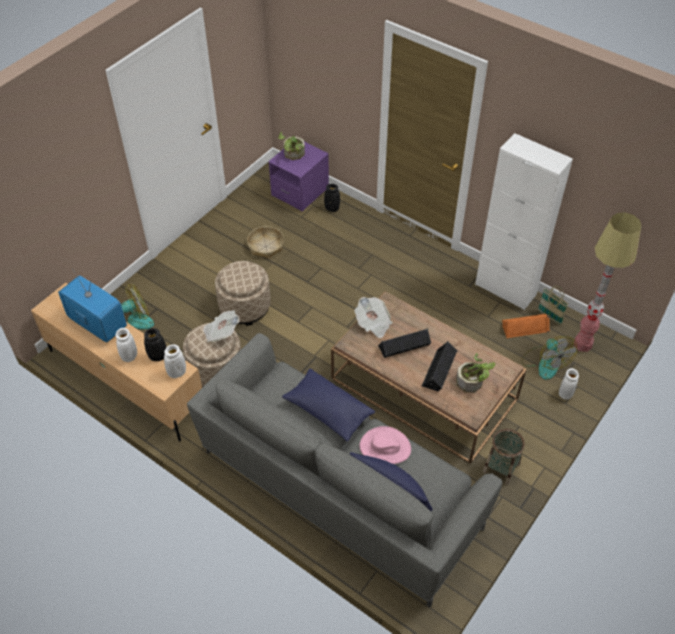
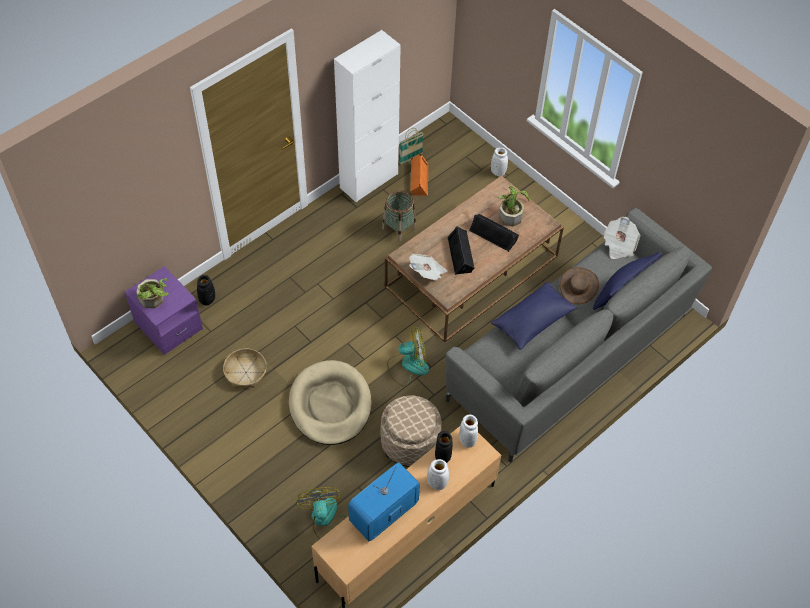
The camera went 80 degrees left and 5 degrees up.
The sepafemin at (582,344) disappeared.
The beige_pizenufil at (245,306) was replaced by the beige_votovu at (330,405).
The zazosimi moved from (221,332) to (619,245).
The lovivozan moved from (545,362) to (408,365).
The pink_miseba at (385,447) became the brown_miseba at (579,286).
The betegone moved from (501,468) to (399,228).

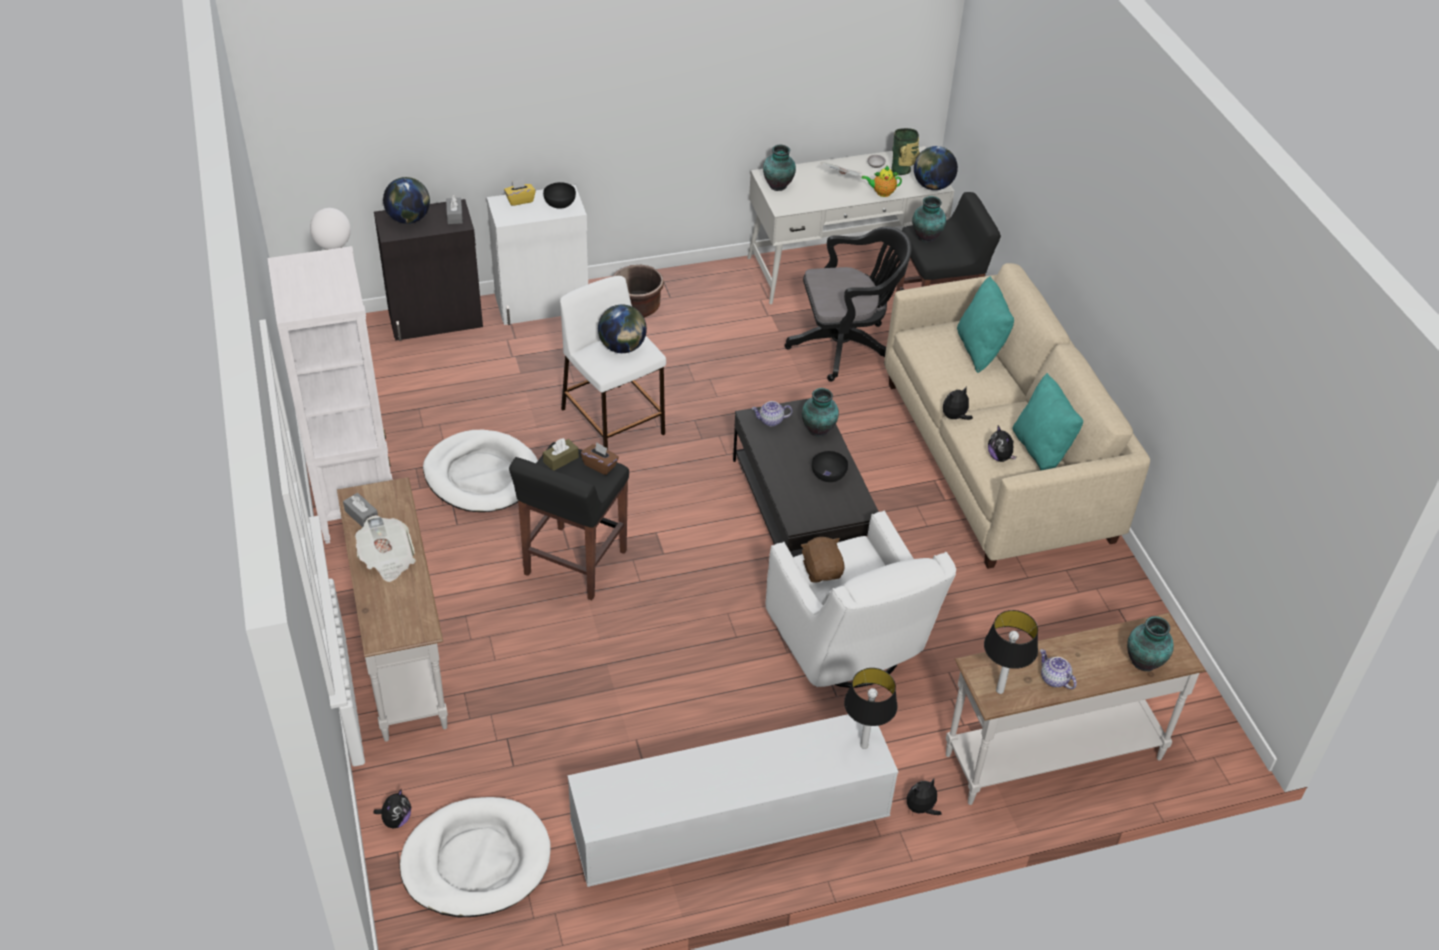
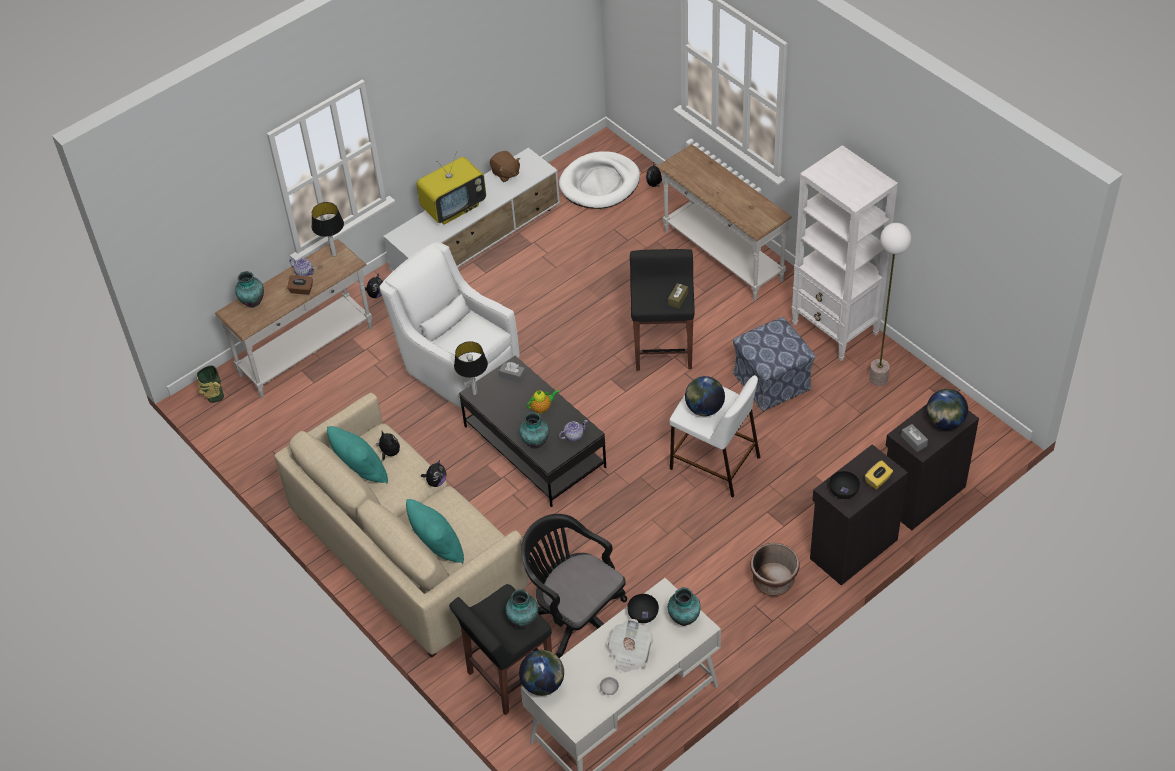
The camera went 160 degrees right and 5 degrees up.
The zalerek moved from (902,170) to (214,397).
The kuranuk moved from (881,193) to (542,408).
The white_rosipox at (543,304) became the black_rosipox at (852,548).
The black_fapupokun at (846,346) turned 75 degrees clockwise.
The white_votovu at (482,475) was replaced by the pizenufil at (772,382).
The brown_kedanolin moved from (600,465) to (301,290).
The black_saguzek moved from (828,475) to (643,614).
The grey_kedanolin moved from (361,515) to (512,375).
The zazosimi at (387,559) disappeared.
The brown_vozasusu moved from (822,570) to (505,173).
The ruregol moved from (863,745) to (475,393).
The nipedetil at (454,207) appeared.

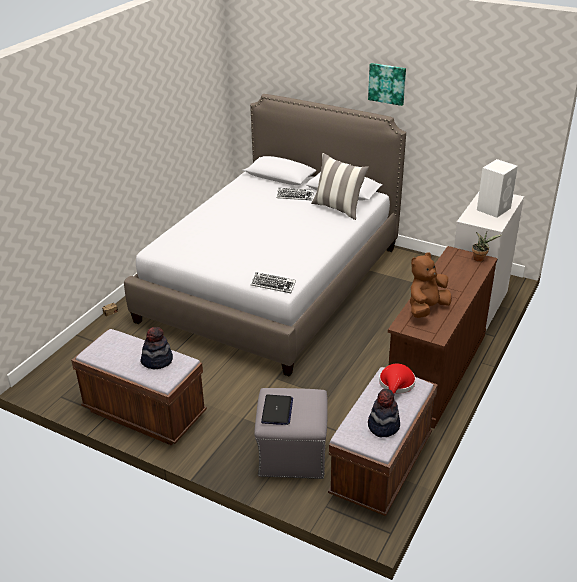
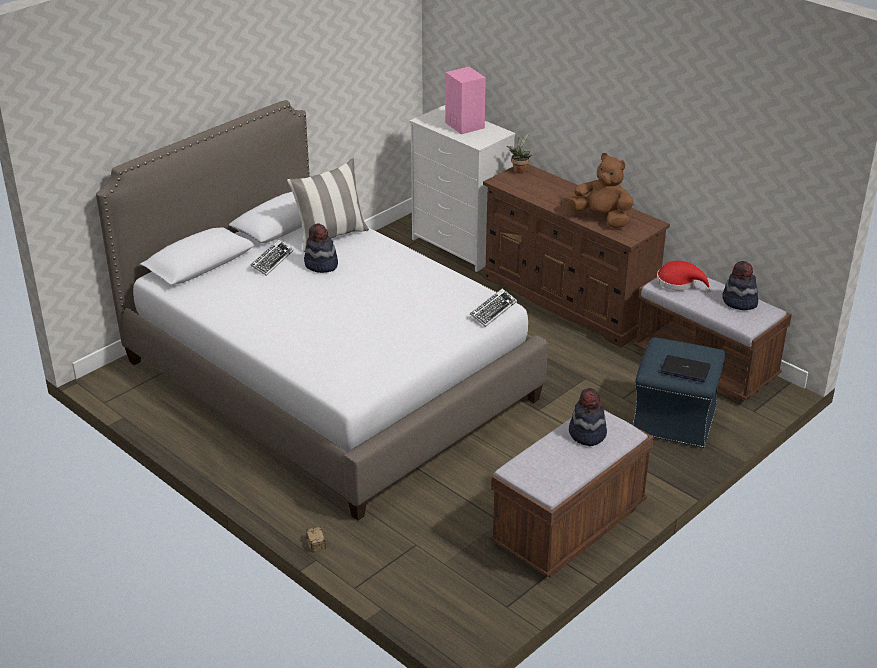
The camera went 75 degrees left and 0 degrees up.
The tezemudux at (387,83) disappeared.
The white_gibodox at (494,208) became the pink_gibodox at (464,125).
The brown_vozasusu at (426,308) turned 150 degrees clockwise.
The grey_pizenufil at (291,454) became the blue_pizenufil at (674,420).
The miseba at (321,265) appeared.

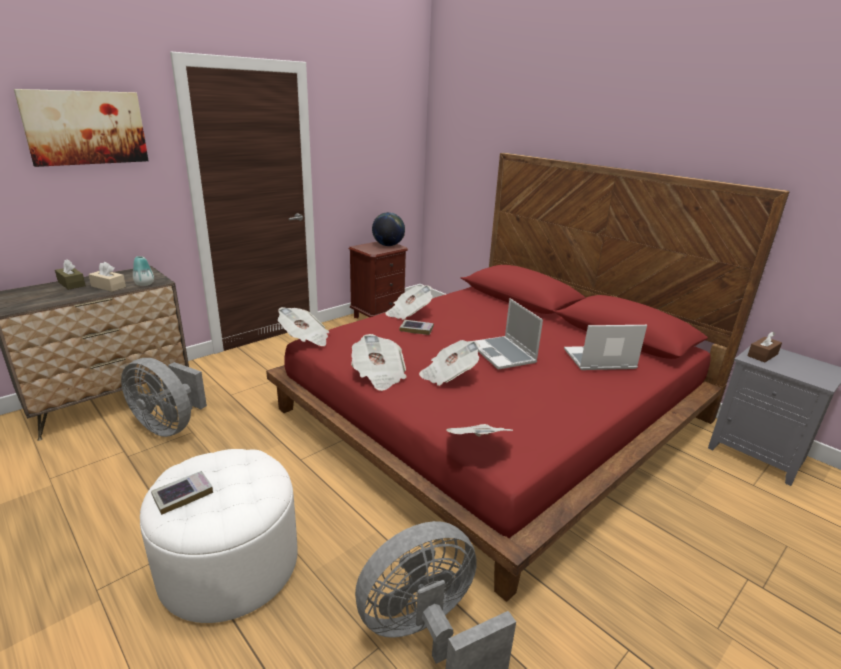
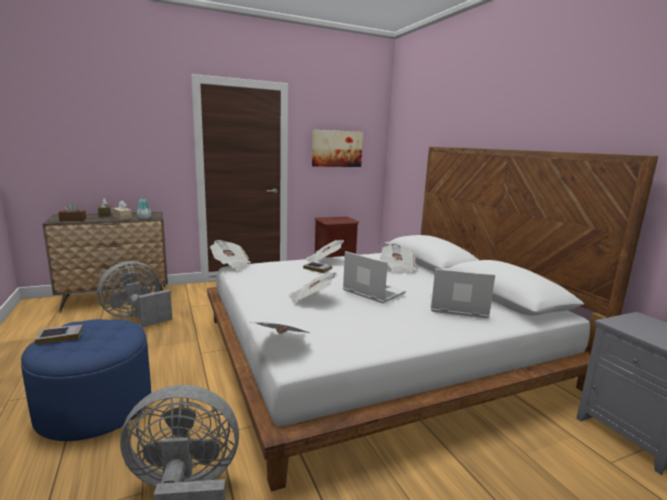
The camera went 20 degrees right and 10 degrees down.
The tezemudux moved from (86,127) to (337,148).
The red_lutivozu at (494,414) became the white_lutivozu at (376,351).
The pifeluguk at (388,245) disappeared.
The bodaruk at (503,354) turned 135 degrees clockwise.
The brown_kedanolin moved from (762,355) to (73,220).
The zazosimi moved from (378,375) to (397,268).
The grey_lovivozan at (169,426) turned 90 degrees clockwise.
The white_pizenufil at (229,565) became the blue_pizenufil at (95,407).

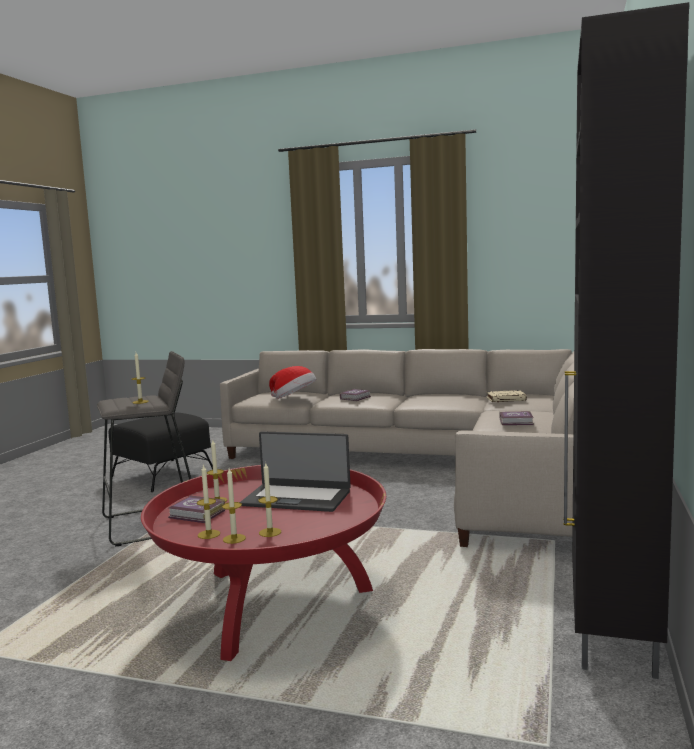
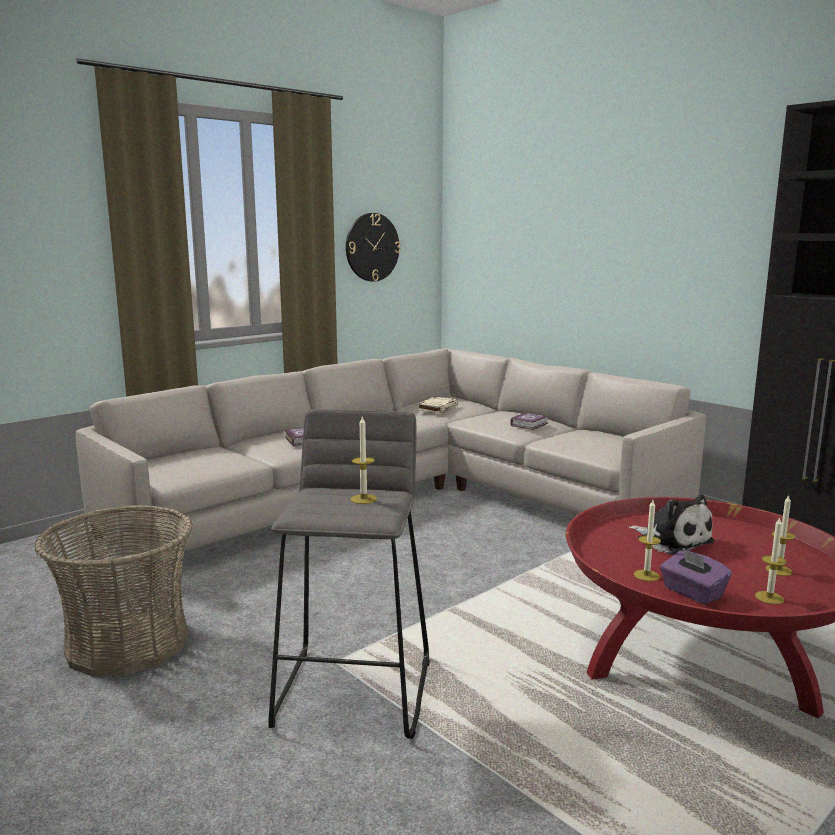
The camera went 60 degrees left and 5 degrees up.
The miseba at (294,399) disappeared.
The black_pizenufil at (163,474) was replaced by the betegone at (127,643).
The bodaruk at (297,498) was replaced by the vozasusu at (671,540).
The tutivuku at (234,539) disappeared.
The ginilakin at (197,514) was replaced by the purple_kedanolin at (692,593).
The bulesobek at (372,247) appeared.

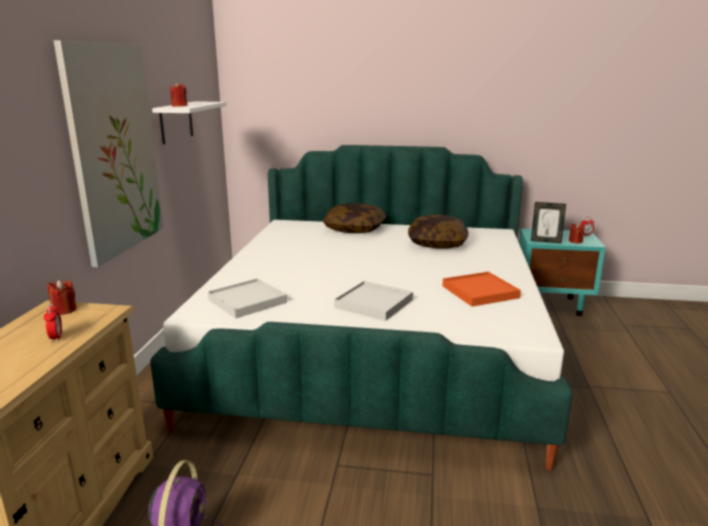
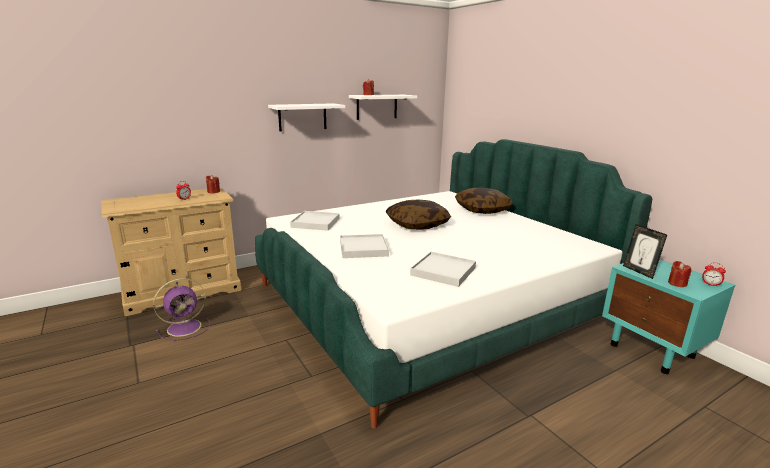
The camera went 50 degrees right and 0 degrees up.
The tezemudux at (114,150) was replaced by the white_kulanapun at (302,117).
The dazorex moved from (437,243) to (417,224).
The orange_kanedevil at (480,292) became the white_kanedevil at (443,271).

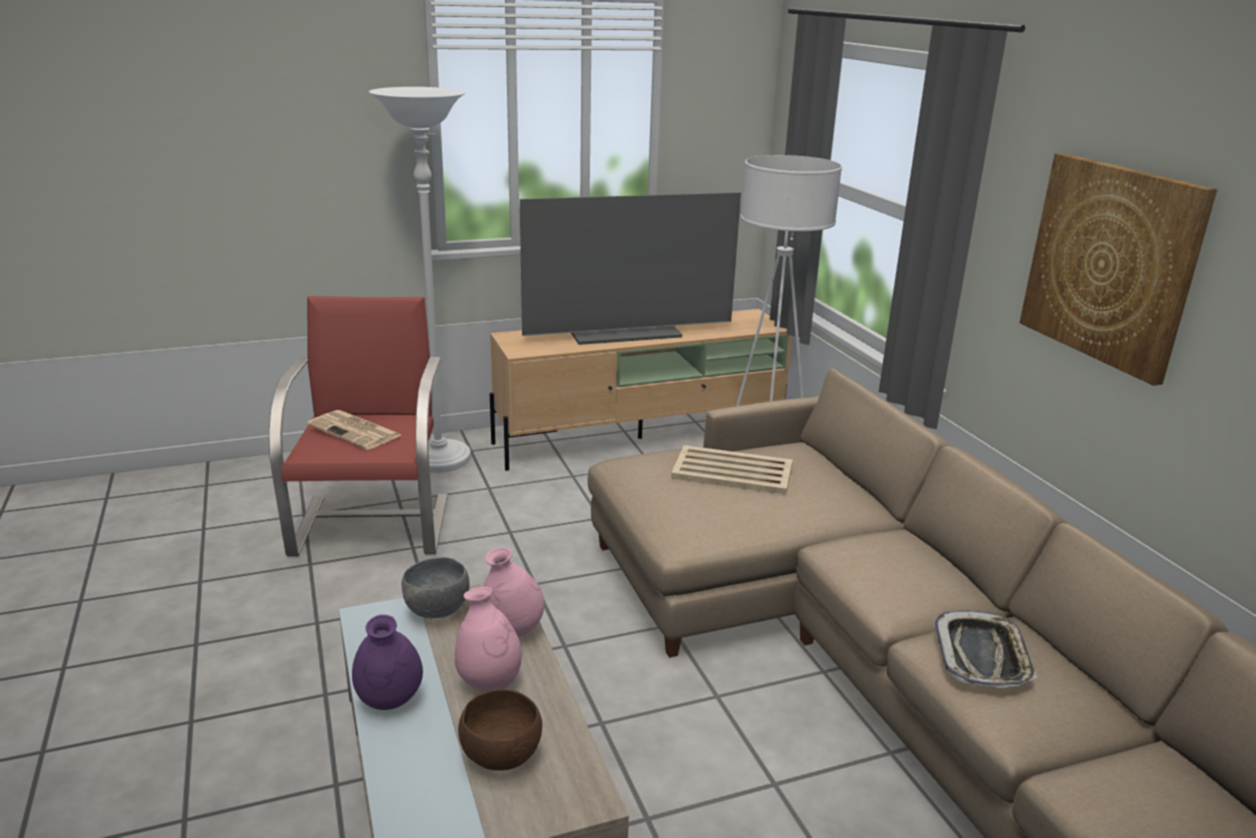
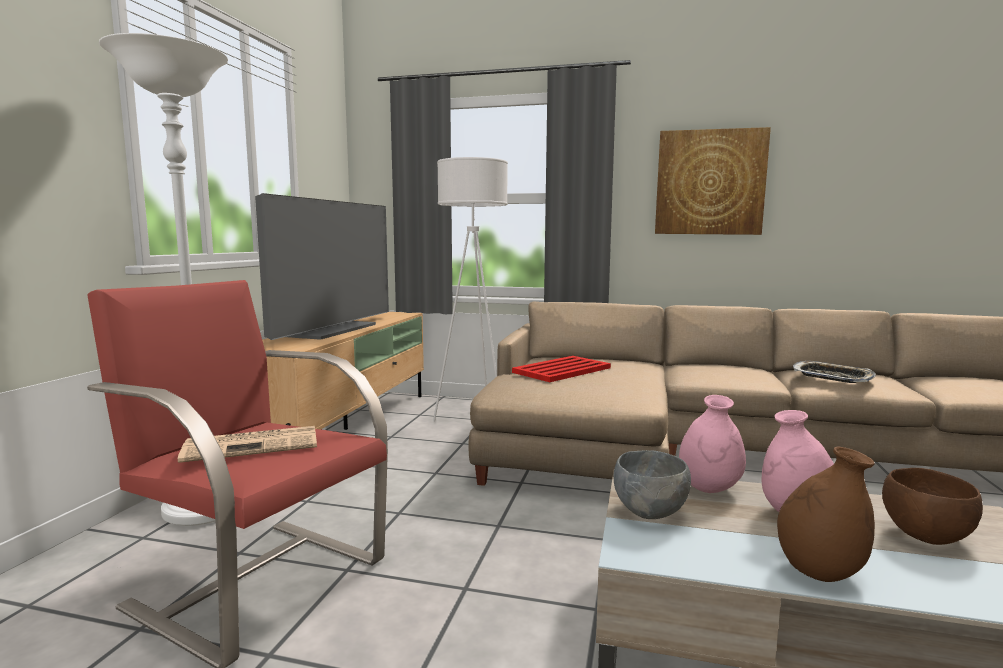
The camera went 55 degrees left and 15 degrees down.
The beige_kanedevil at (731,471) became the red_kanedevil at (561,370).
The purple_zalerek at (389,701) became the brown_zalerek at (820,572).

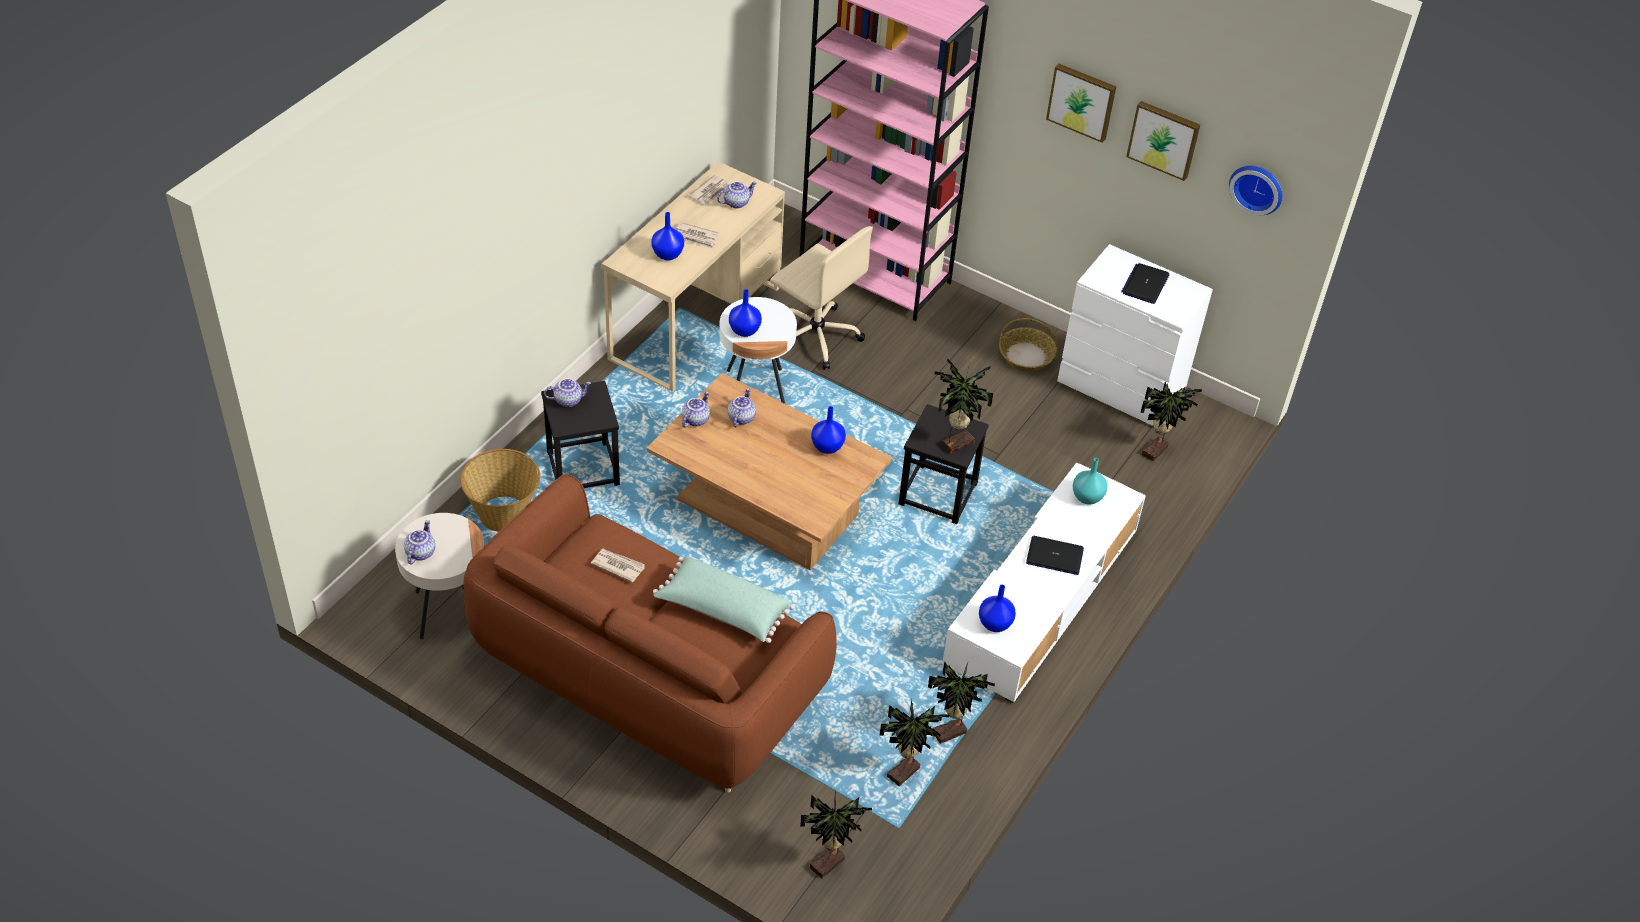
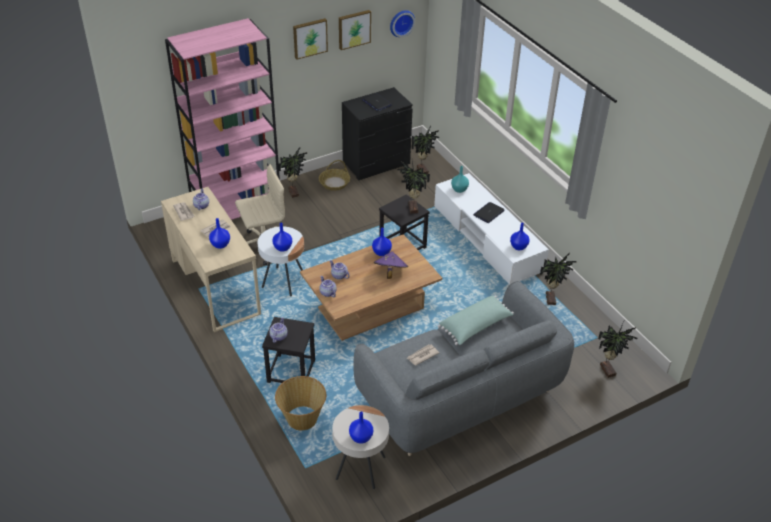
The camera went 60 degrees left and 5 degrees down.
The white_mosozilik at (1121,387) became the black_mosozilik at (376,163).
The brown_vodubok at (648,680) became the grey_vodubok at (460,396).
The kuranuk at (420,552) was replaced by the blue_zalerek at (361,438).
The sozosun moved from (905,774) to (294,192).
The purple_miseba at (390,272) appeared.

